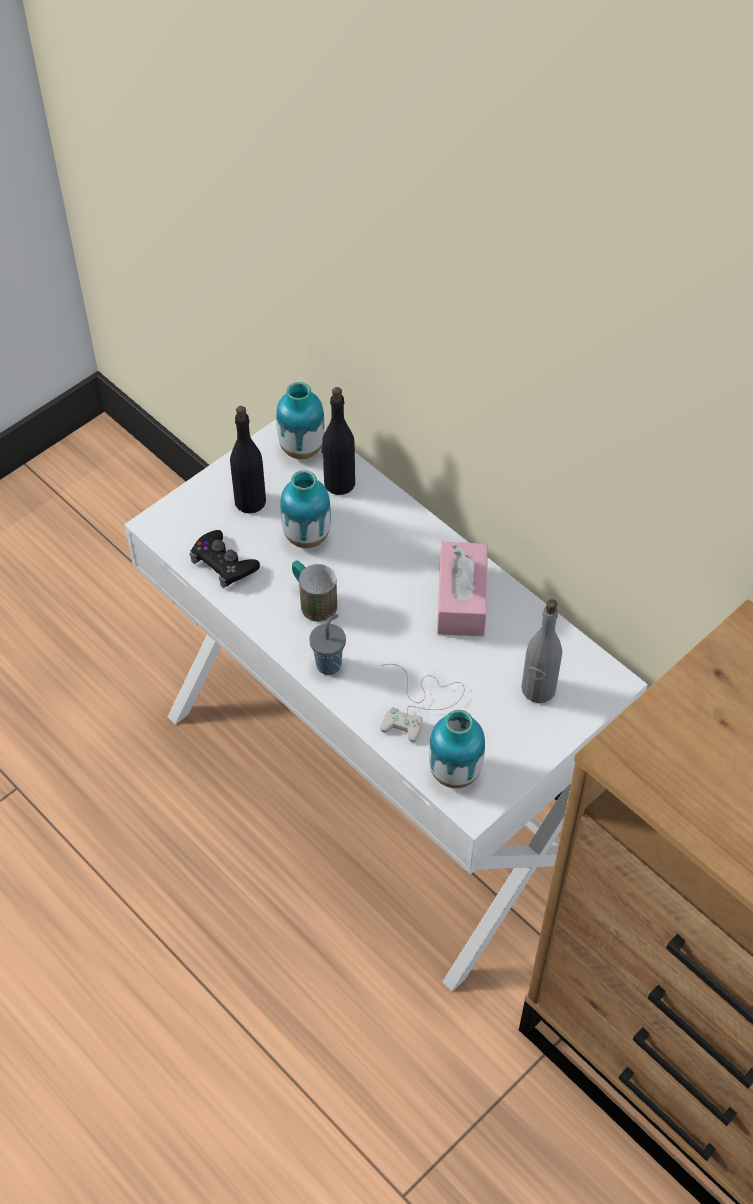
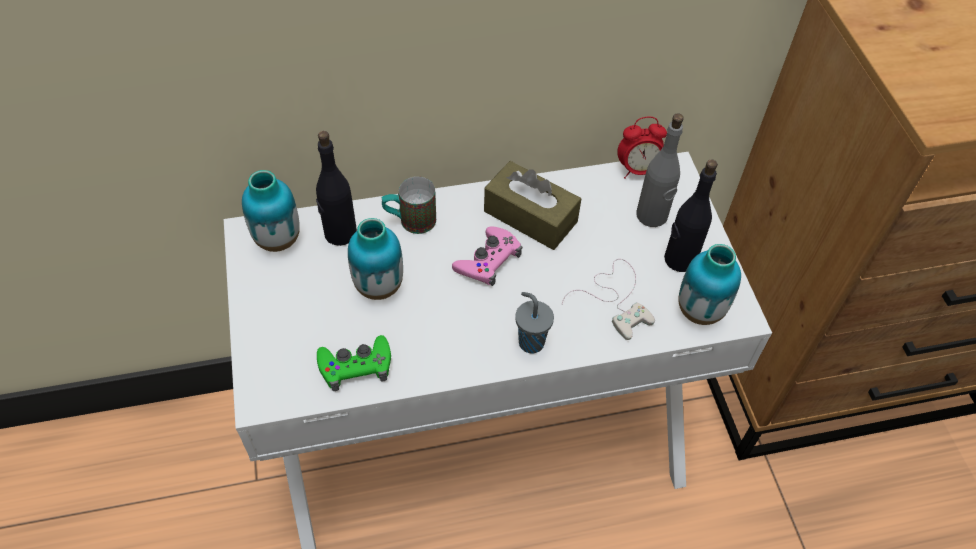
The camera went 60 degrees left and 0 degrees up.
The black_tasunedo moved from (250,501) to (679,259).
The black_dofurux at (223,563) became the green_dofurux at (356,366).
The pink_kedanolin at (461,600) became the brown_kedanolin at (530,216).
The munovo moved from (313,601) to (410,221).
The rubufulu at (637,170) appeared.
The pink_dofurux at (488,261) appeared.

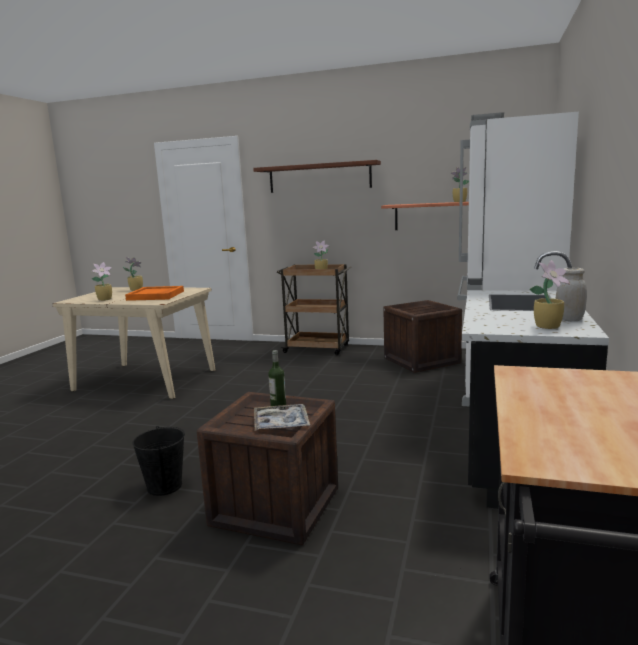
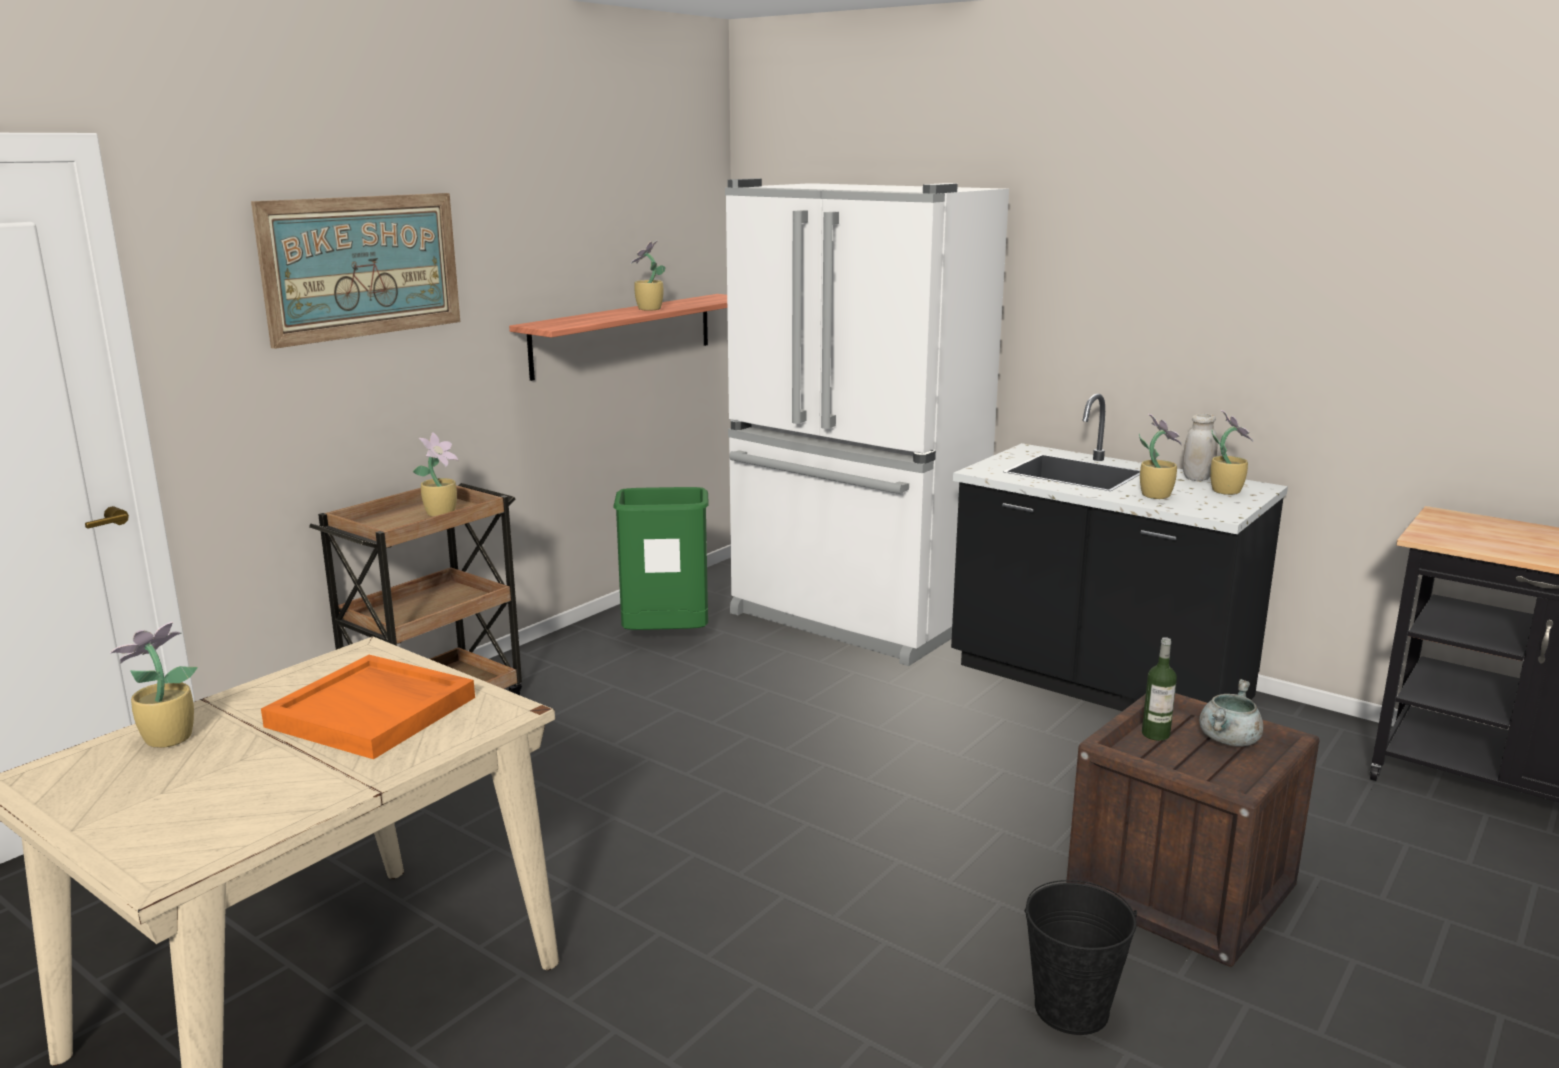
The camera went 70 degrees left and 5 degrees up.
The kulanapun at (319,177) was replaced by the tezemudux at (363,266).
The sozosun moved from (105,299) to (1155,495).
The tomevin at (421,361) was replaced by the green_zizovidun at (666,638).
The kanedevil at (281,424) was replaced by the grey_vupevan at (1229,741).

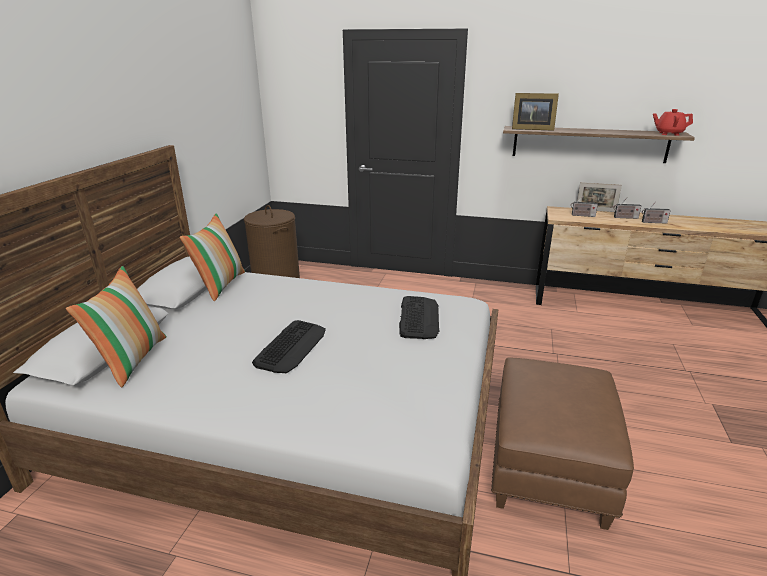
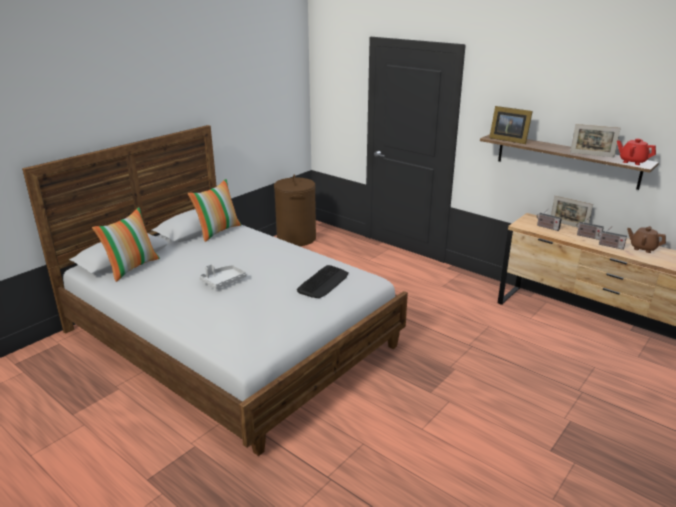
The camera went 25 degrees right and 0 degrees up.
The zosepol at (291,347) was replaced by the grey_kanedevil at (223,281).
The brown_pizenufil at (547,465) disappeared.
The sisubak at (591,155) appeared.
The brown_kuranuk at (642,248) appeared.

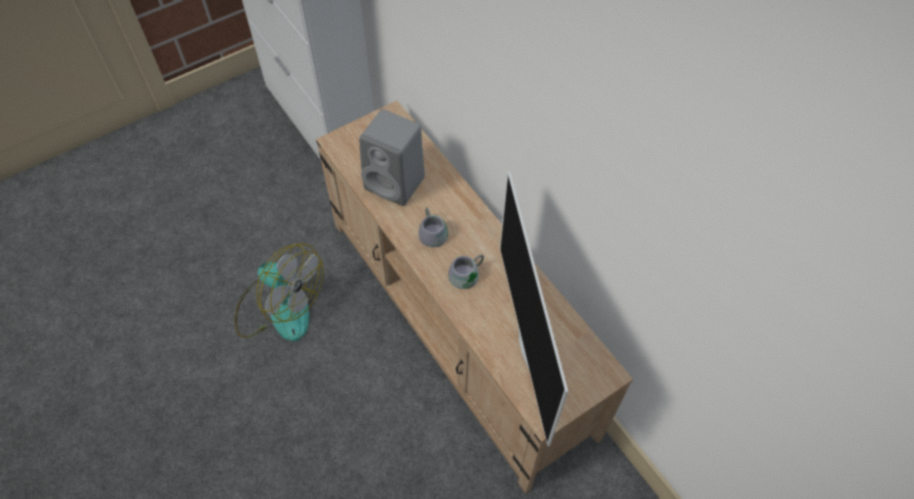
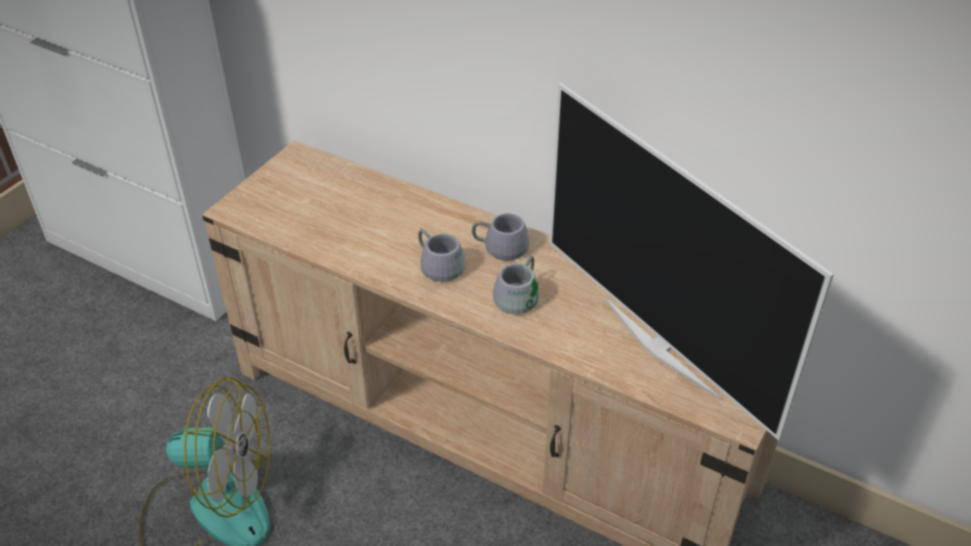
The camera went 25 degrees left and 15 degrees down.
The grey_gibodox at (396,183) disappeared.
The grey_munovo at (500,243) appeared.

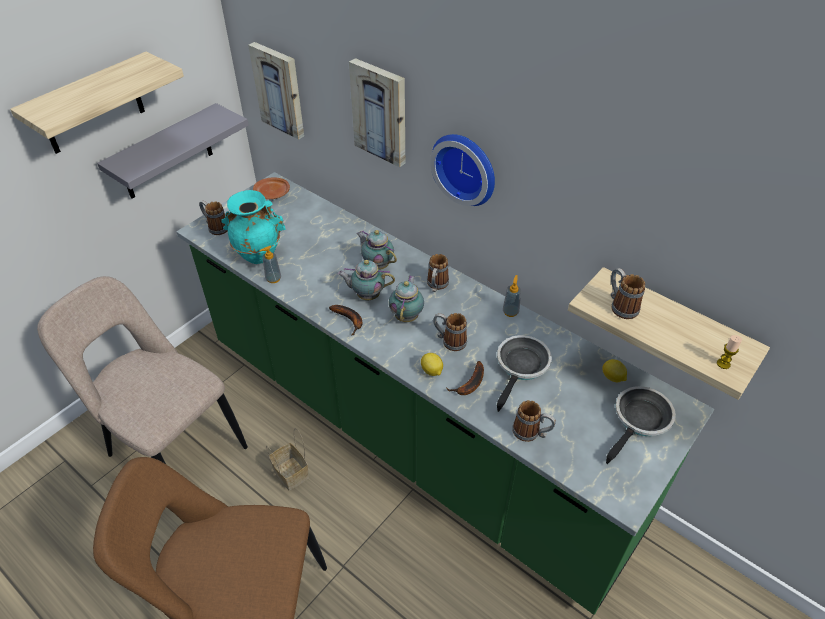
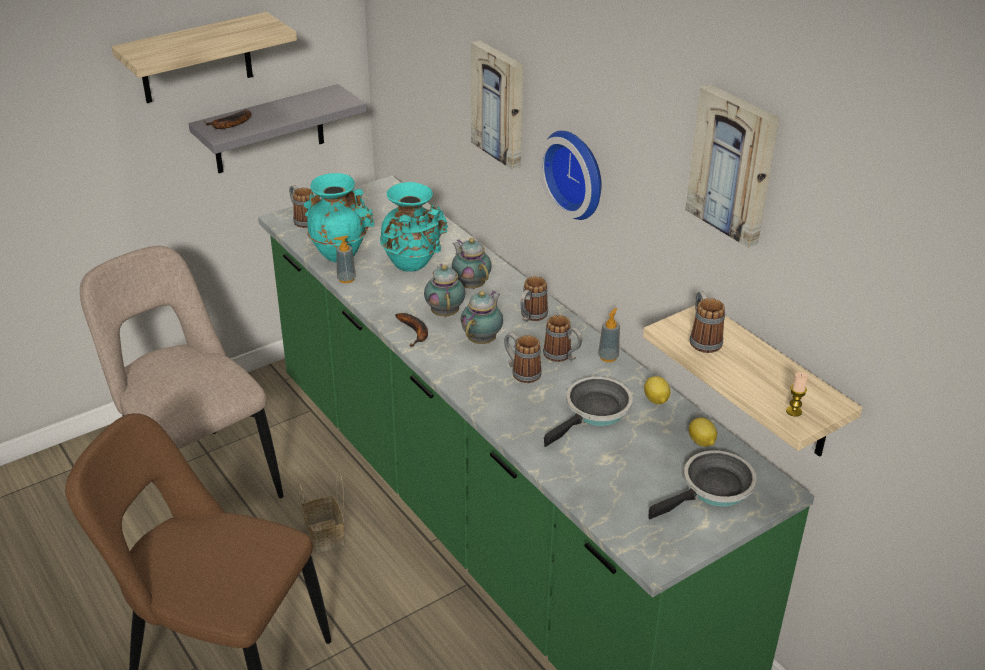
The camera went 15 degrees right and 10 degrees down.
The tezemudux moved from (280,90) to (734,164).
The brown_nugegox at (273,194) disappeared.
The kuranuk at (366,295) turned 60 degrees clockwise.
The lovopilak moved from (432,371) to (656,400).
The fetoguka moved from (470,384) to (229,125).
The munovo moved from (531,433) to (562,356).
The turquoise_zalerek at (413,264) appeared.

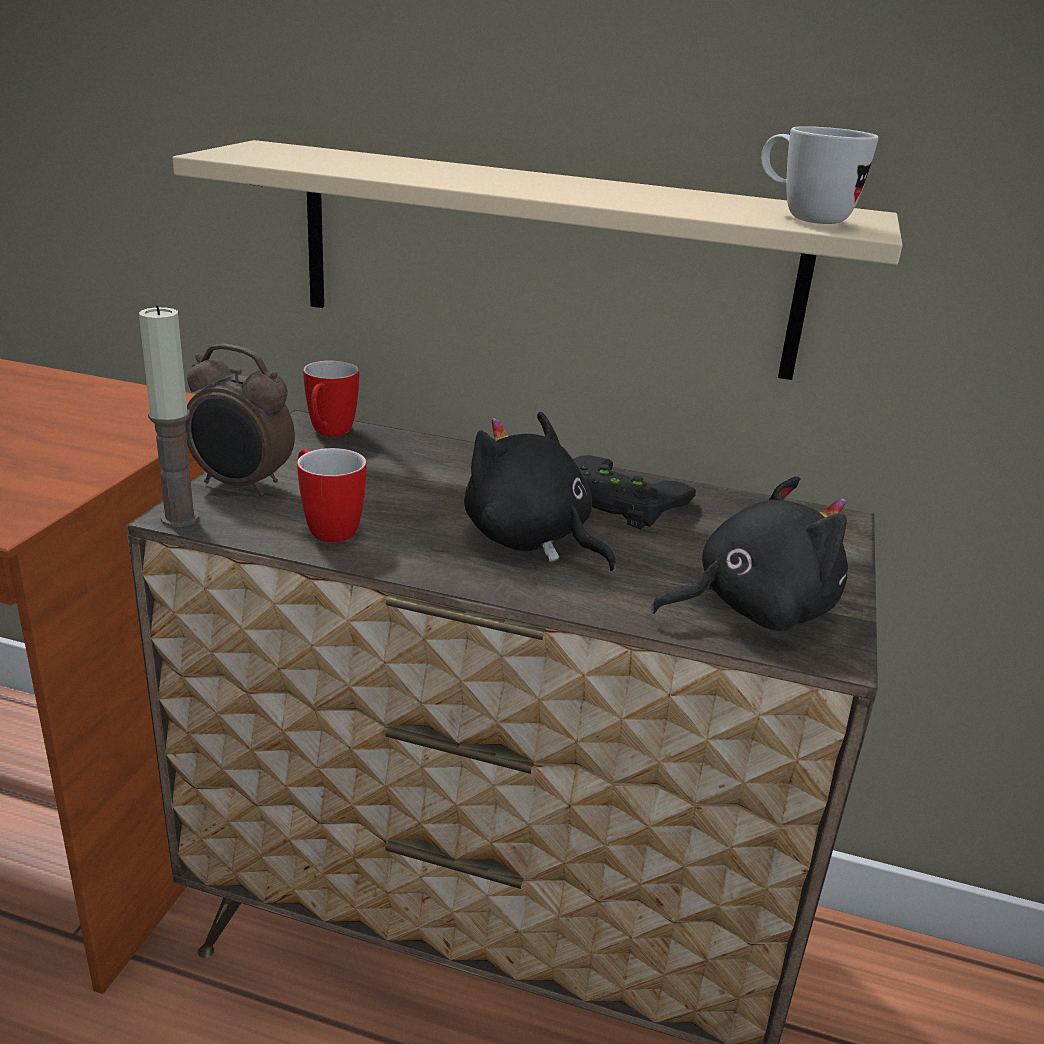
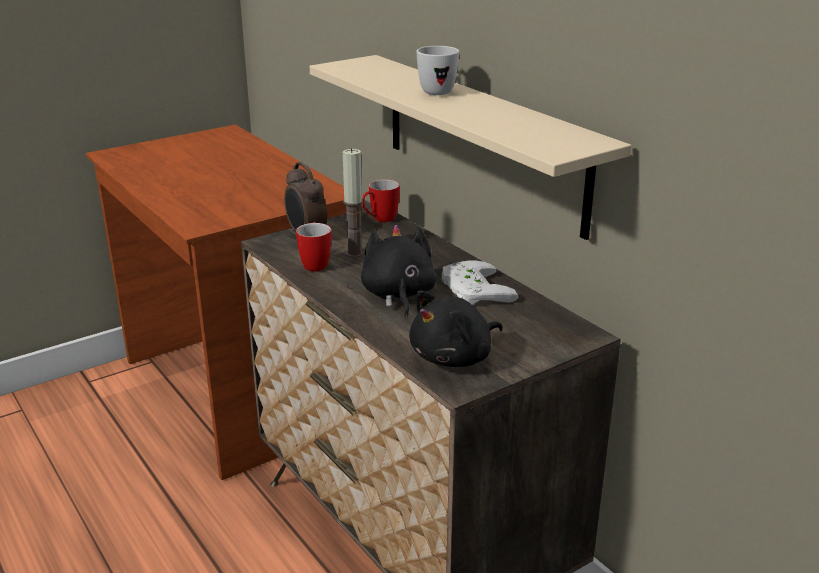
The camera went 40 degrees right and 0 degrees up.
The white_munovo moved from (802,218) to (435,91).
The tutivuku moved from (180,518) to (354,253).
The black_dofurux at (615,502) became the white_dofurux at (471,290).
The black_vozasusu at (753,609) turned 120 degrees clockwise.

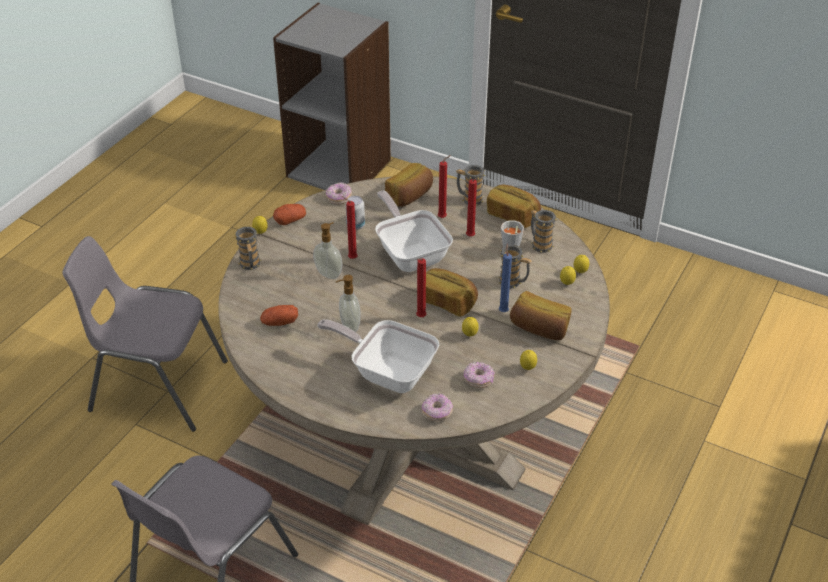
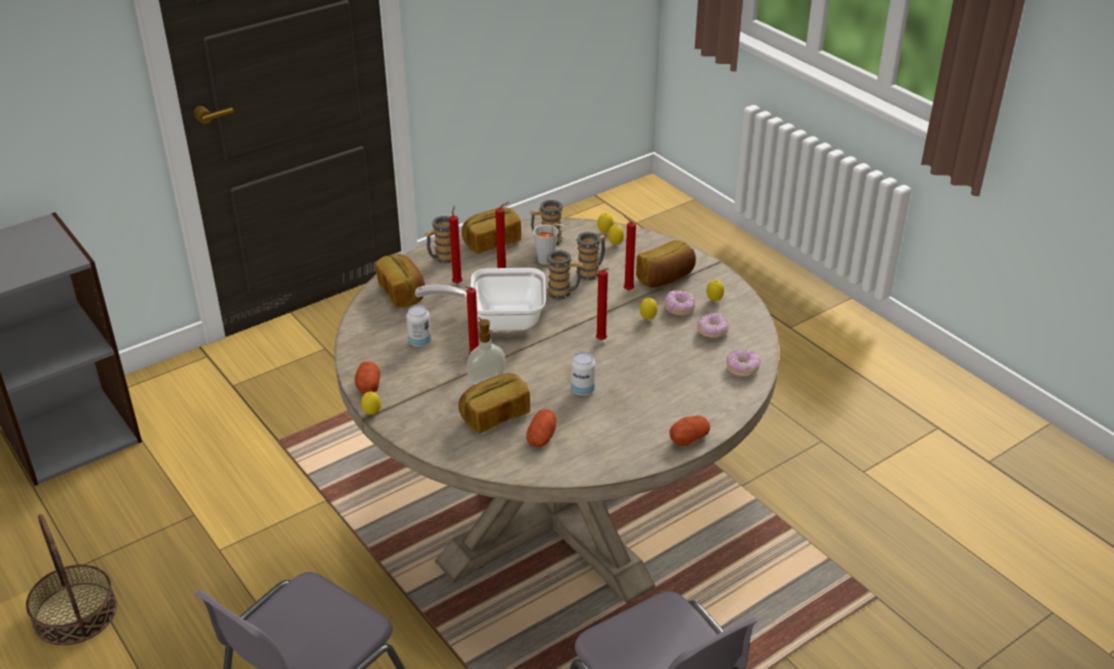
The camera went 65 degrees left and 5 degrees down.
The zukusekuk moved from (339,198) to (679,309).
The munovo moved from (250,266) to (563,293).
The blue_tutivuku at (503,310) became the red_tutivuku at (627,290).
The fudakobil moved from (447,302) to (494,415).
The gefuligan at (349,326) was replaced by the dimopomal at (582,390).
The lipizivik at (387,372) disappeared.
The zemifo at (689,438) appeared.
The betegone at (75,613) appeared.

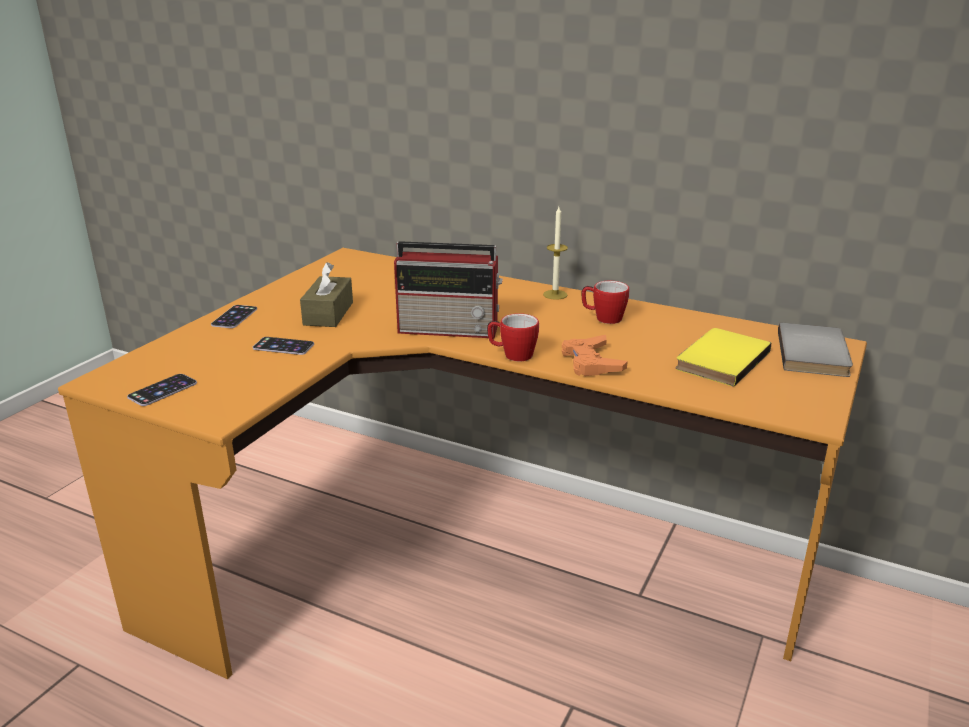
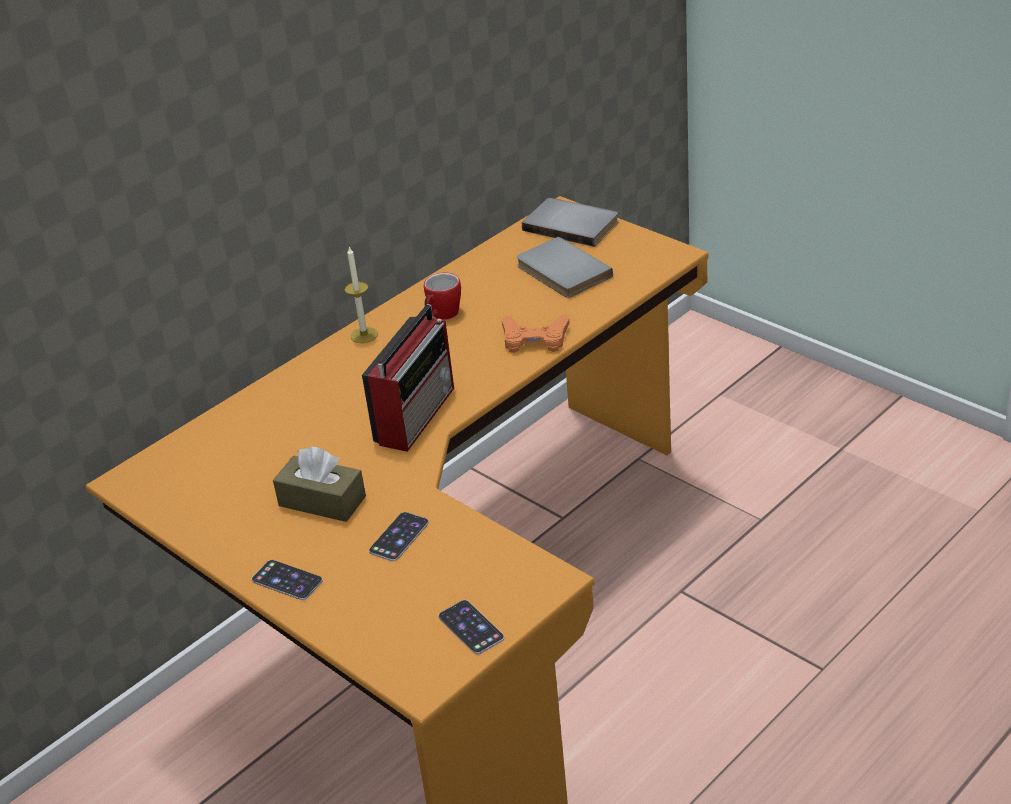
The camera went 70 degrees left and 10 degrees up.
The munovo at (512,355) disappeared.
The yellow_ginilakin at (719,359) became the grey_ginilakin at (561,272).

